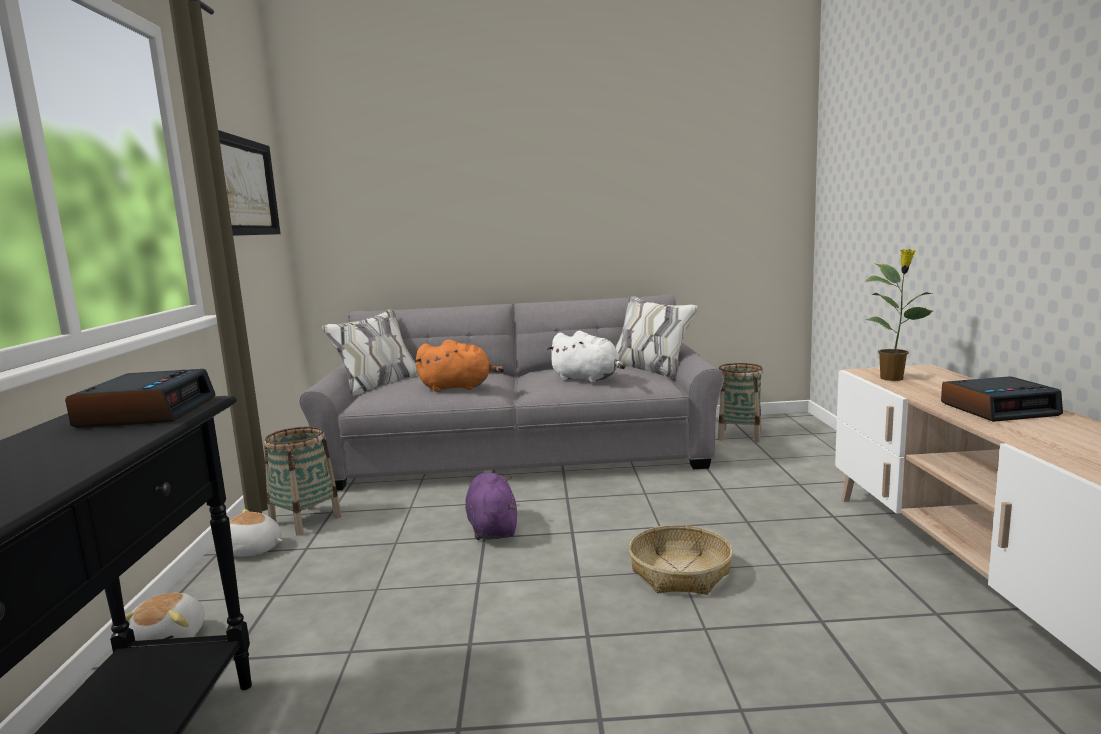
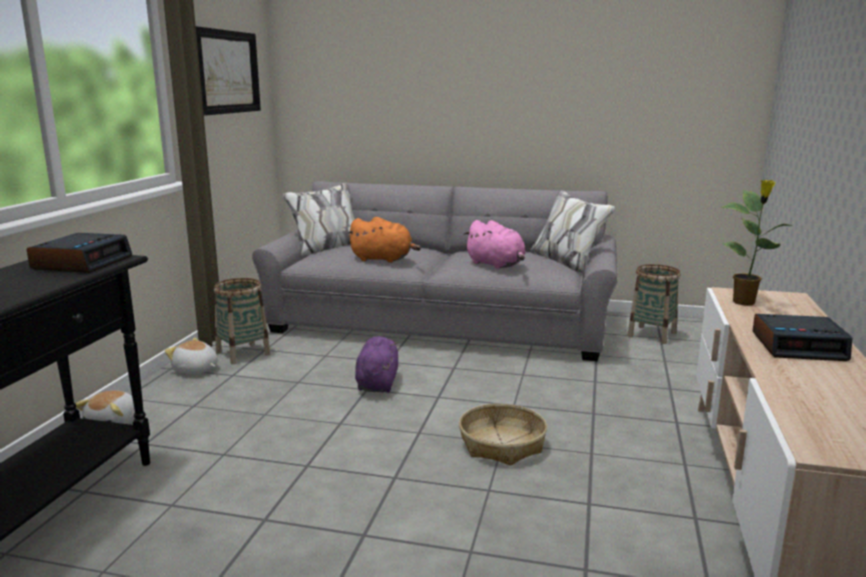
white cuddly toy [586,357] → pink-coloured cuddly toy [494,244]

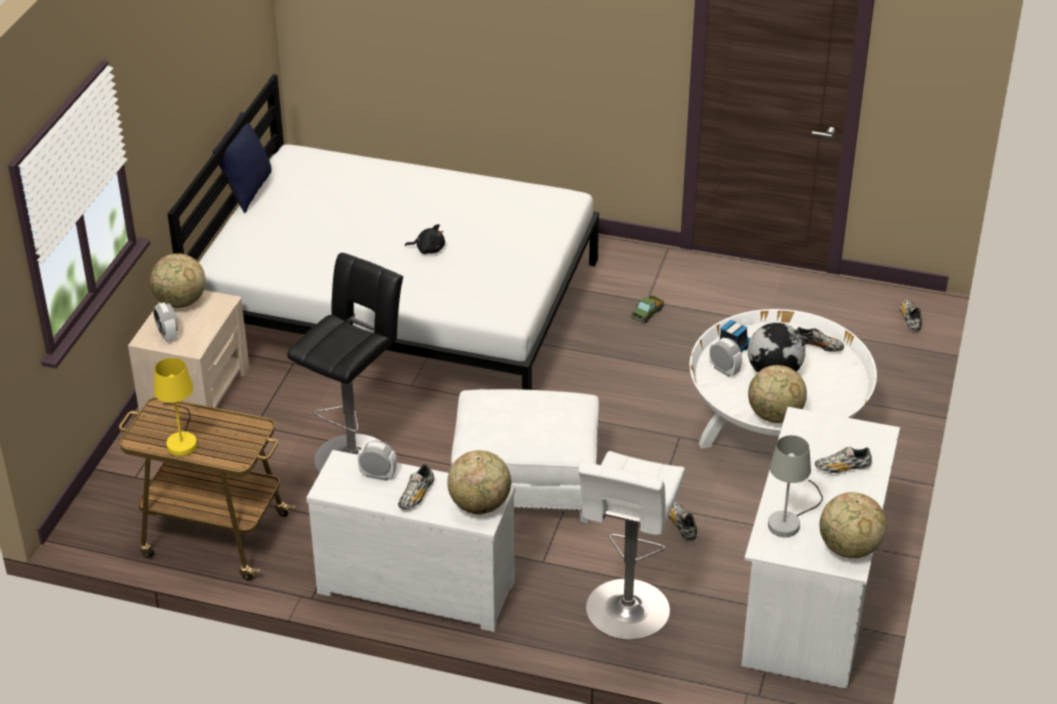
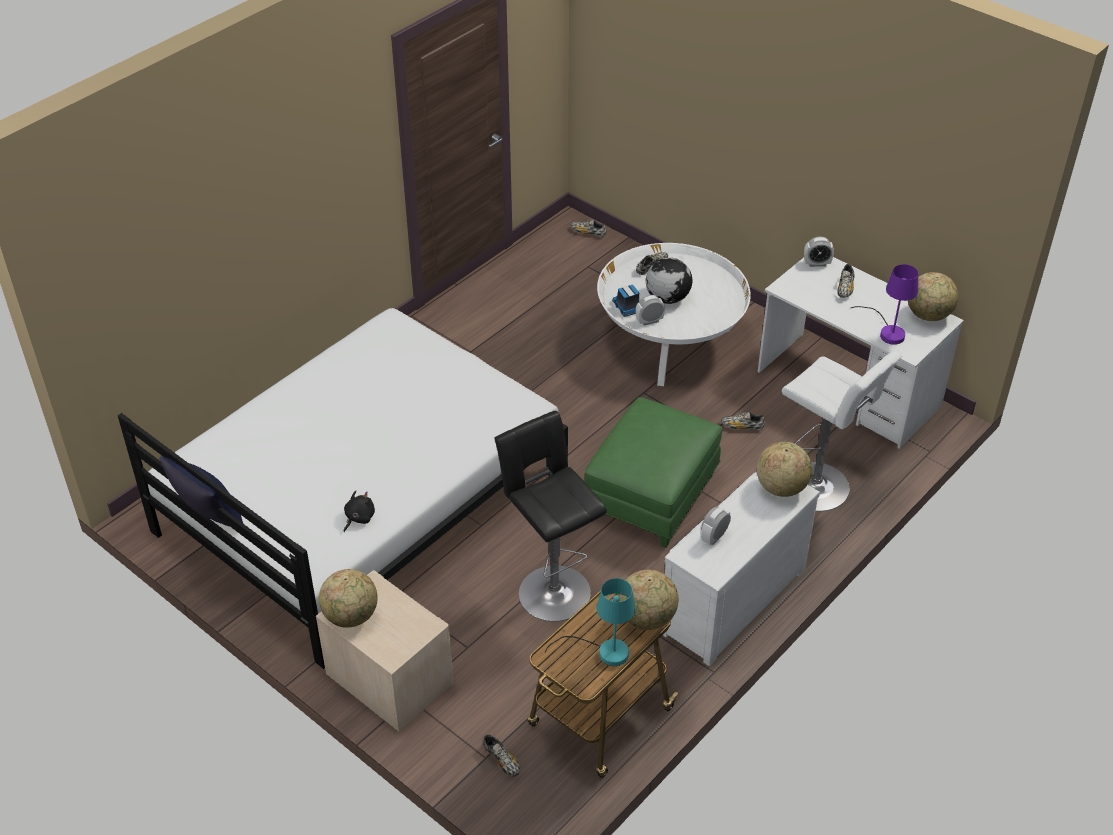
model truck [647,309] → -
alarm clock [165,322] → alarm clock [819,252], moved
item of footwear [416,486] → item of footwear [502,755], moved
black cuddly toy [425,239] → black cuddly toy [359,511], moved
globe [777,394] → globe [648,600], moved
yellow lamp for a table [175,407] → turquoise lamp for a table [590,622]
white footrest [525,456] → green-coloured footrest [653,472]
greyish lamp for a table [795,486] → purple lamp for a table [884,304]

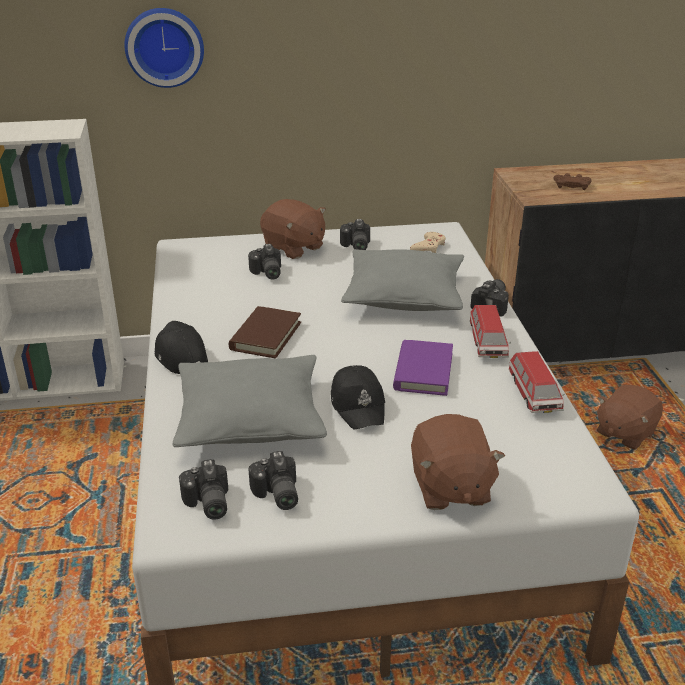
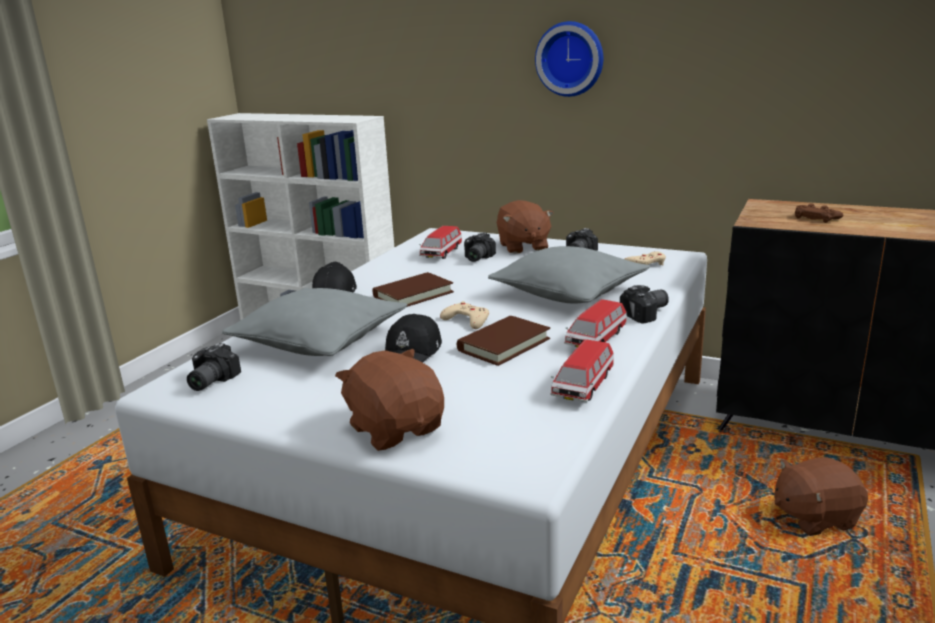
photo camera [273,480] → -
- → model car [440,242]
- → beige-coloured joypad [464,315]
wall clock [164,48] → wall clock [569,59], moved
purple bound book [423,368] → brownish bound book [503,341]
brownish cuddly toy [458,462] → brownish cuddly toy [389,400], 120 degrees clockwise

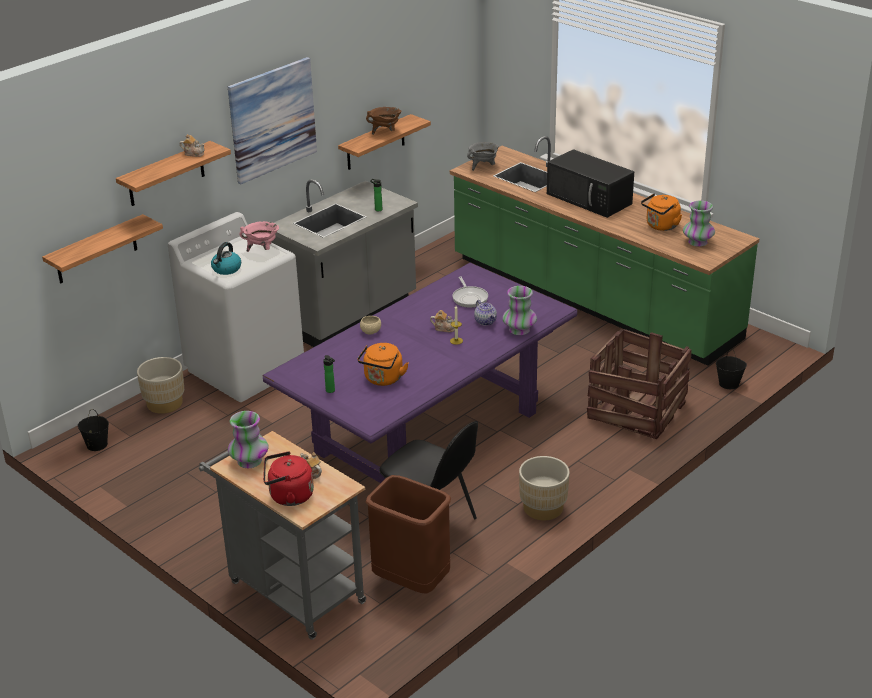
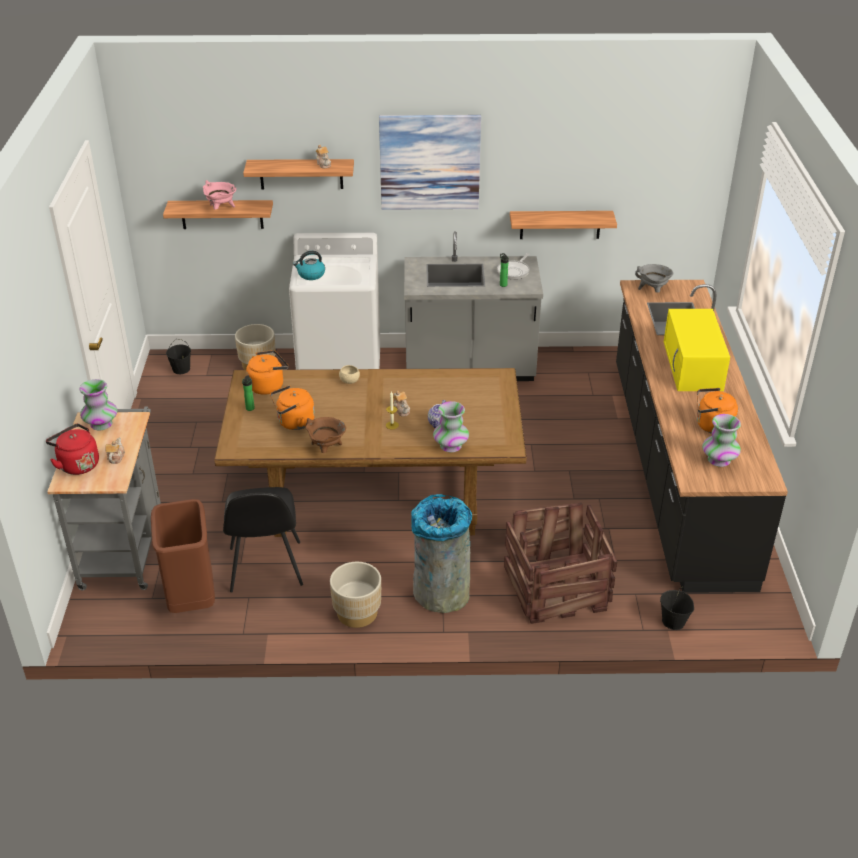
- → orange-coloured tea kettle [267,372]
- → greyish waste bin [441,553]
pink-coloured stockpot [259,236] → pink-coloured stockpot [219,194], moved
brownish stockpot [383,121] → brownish stockpot [326,435], moved
skillet [470,292] → skillet [513,266], moved
purple dining table [420,373] → brownish dining table [370,452]
green-coloured kitchen counter [605,251] → black kitchen counter [702,436]
black kitchen microwave [590,183] → yellow kitchen microwave [697,350]

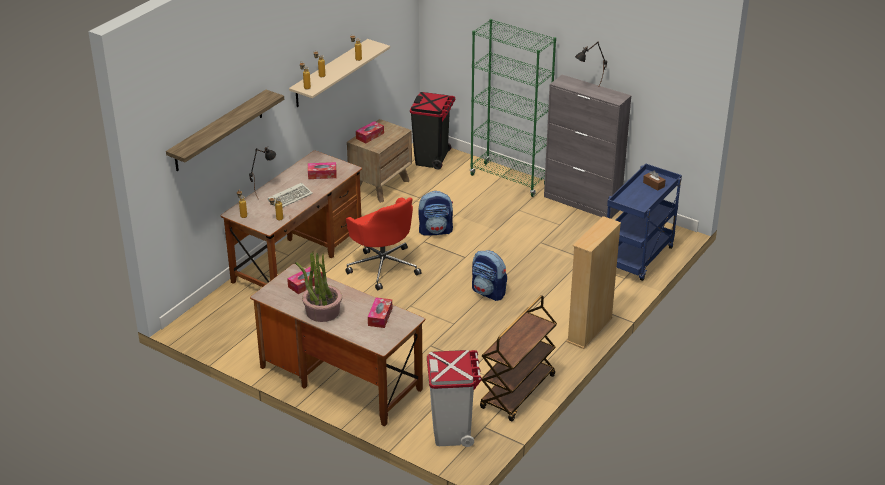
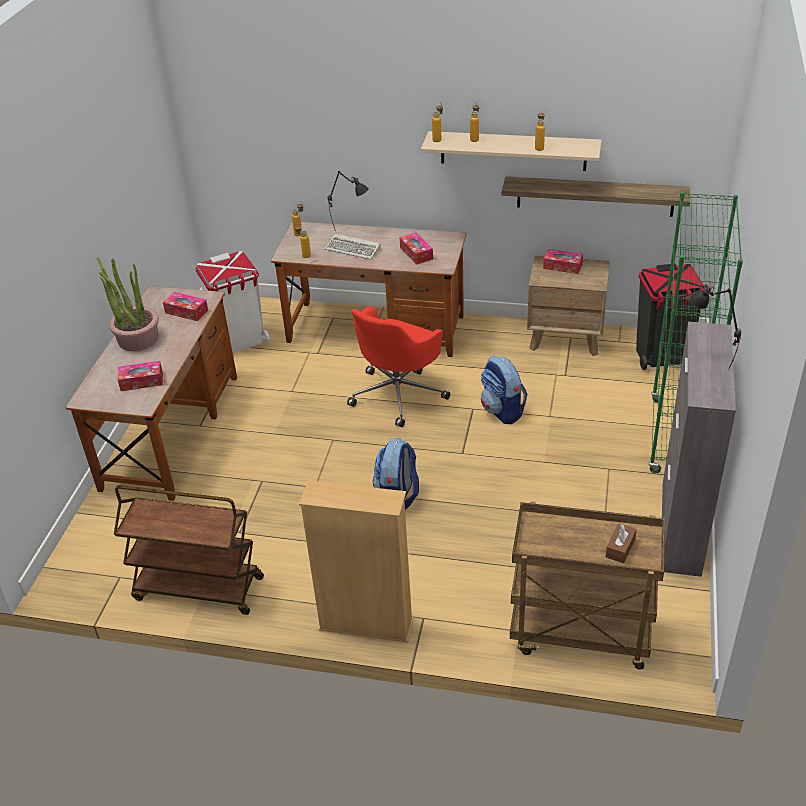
bracket shelf [225,130] → bracket shelf [596,196], moved
white waste bin [454,398] → white waste bin [233,302], moved
blue wheeled cart [644,222] → brownish wheeled cart [587,585]

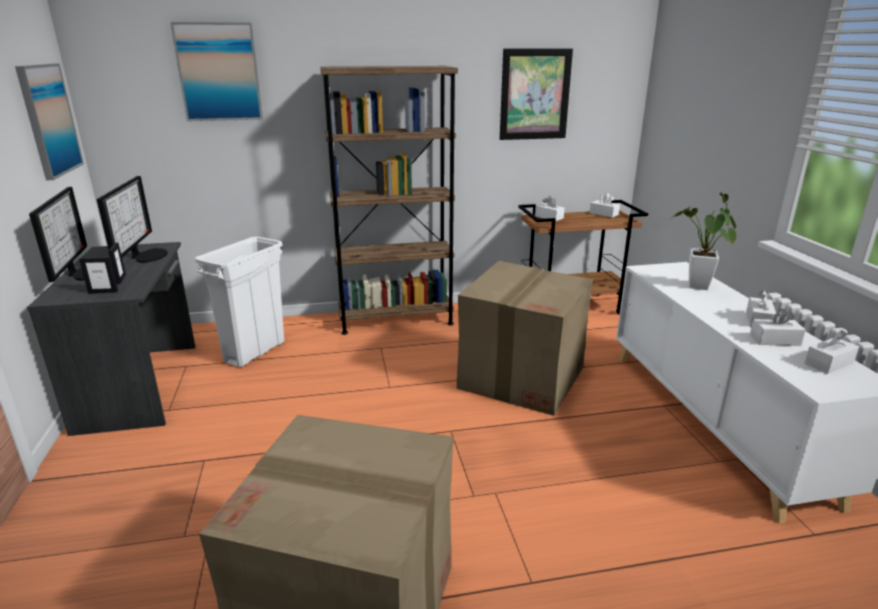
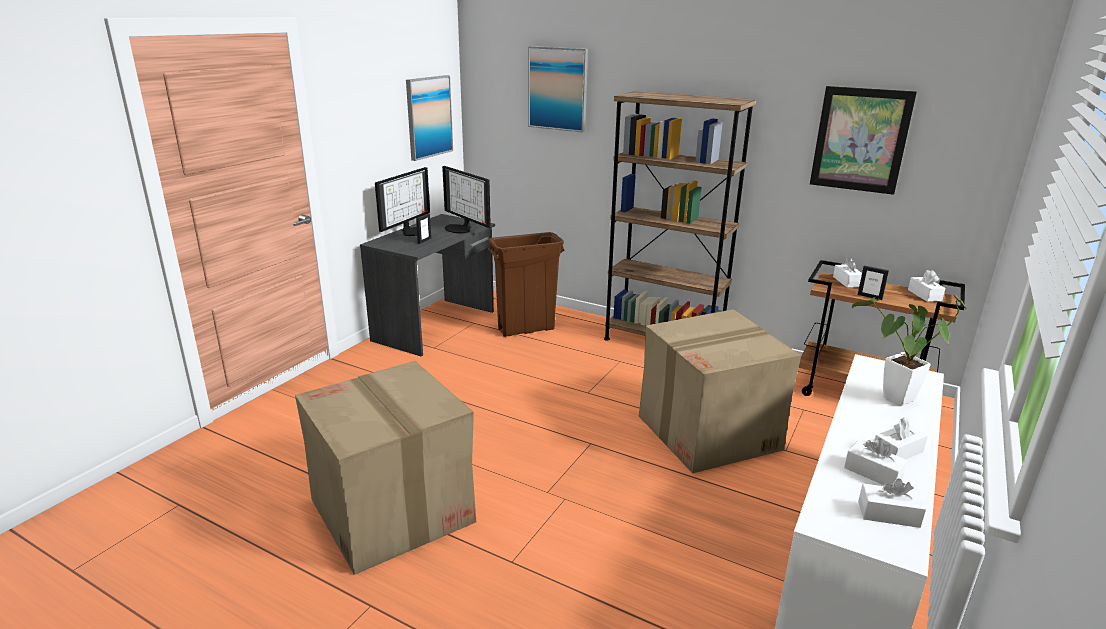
picture frame [98,275] → picture frame [873,282], moved
white waste bin [239,302] → brownish waste bin [526,284]
computer screen [132,219] → computer screen [466,199], 105 degrees clockwise

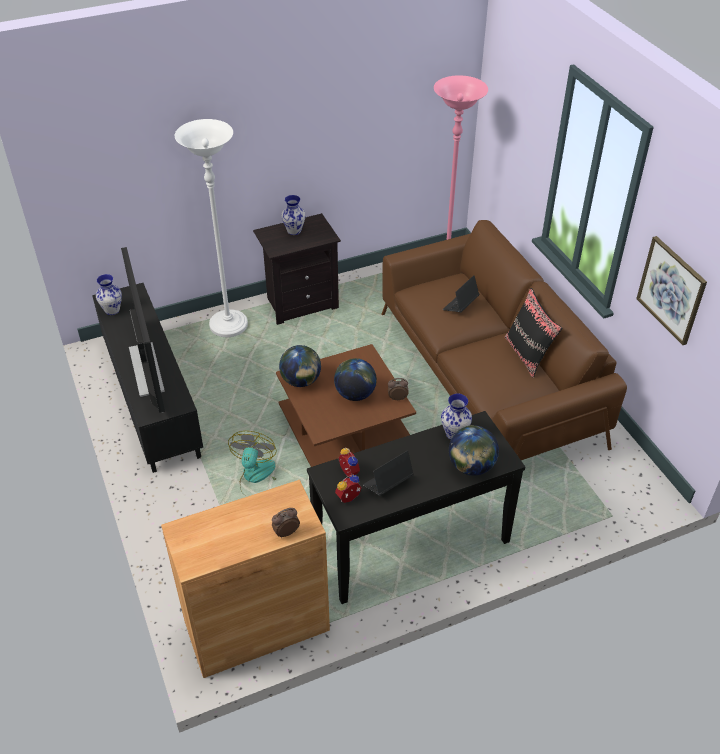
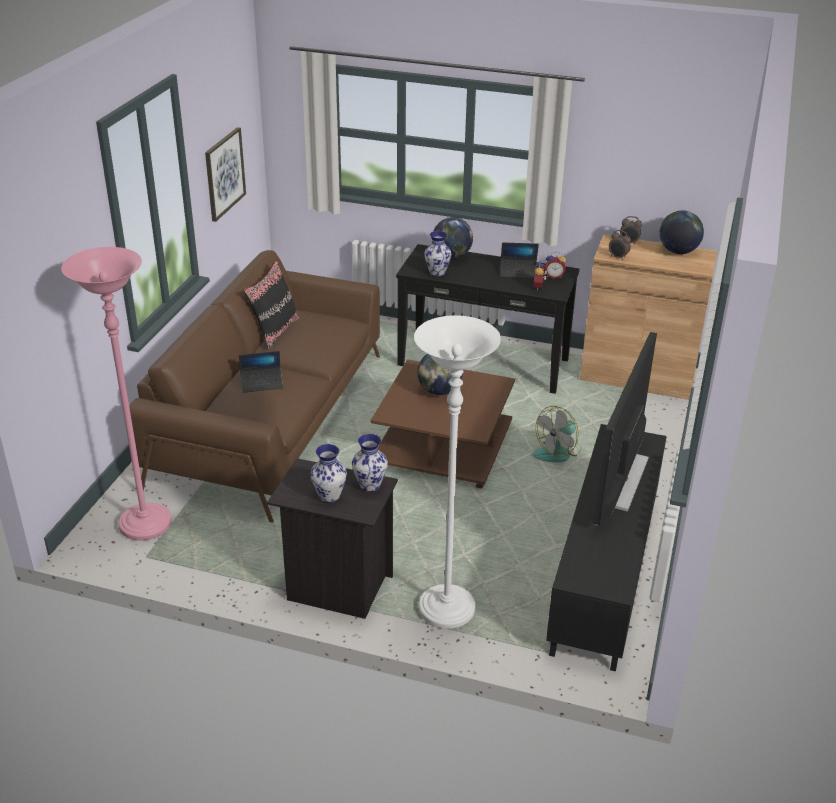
flower vase [109,294] → flower vase [370,463], moved
globe [300,366] → globe [681,232], moved
alarm clock [398,389] → alarm clock [620,245], moved

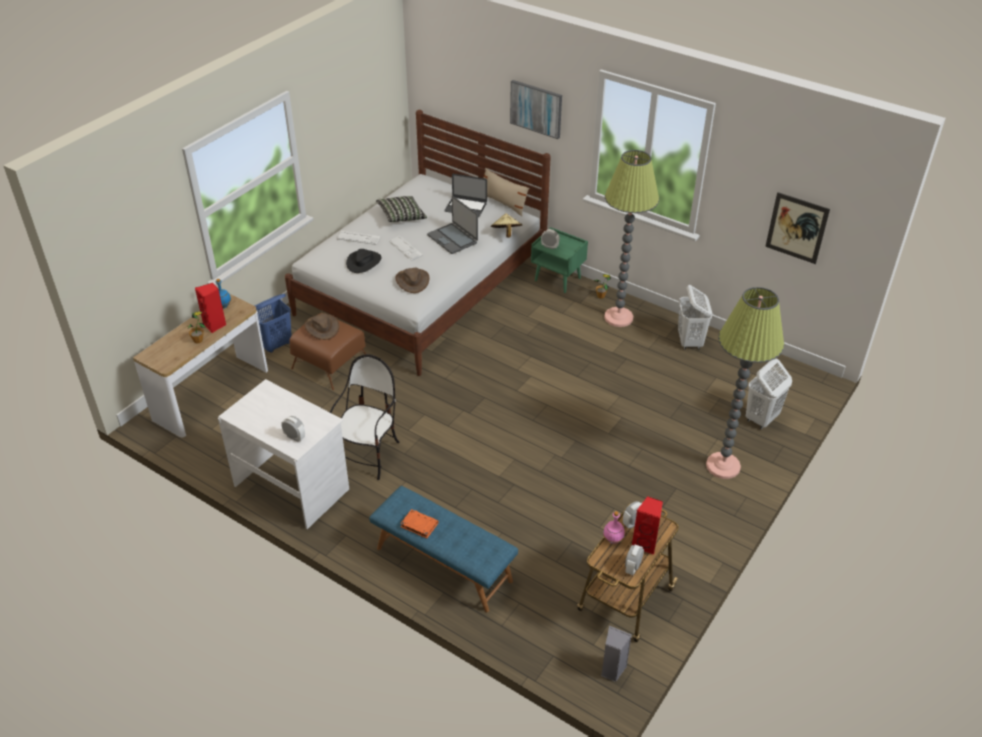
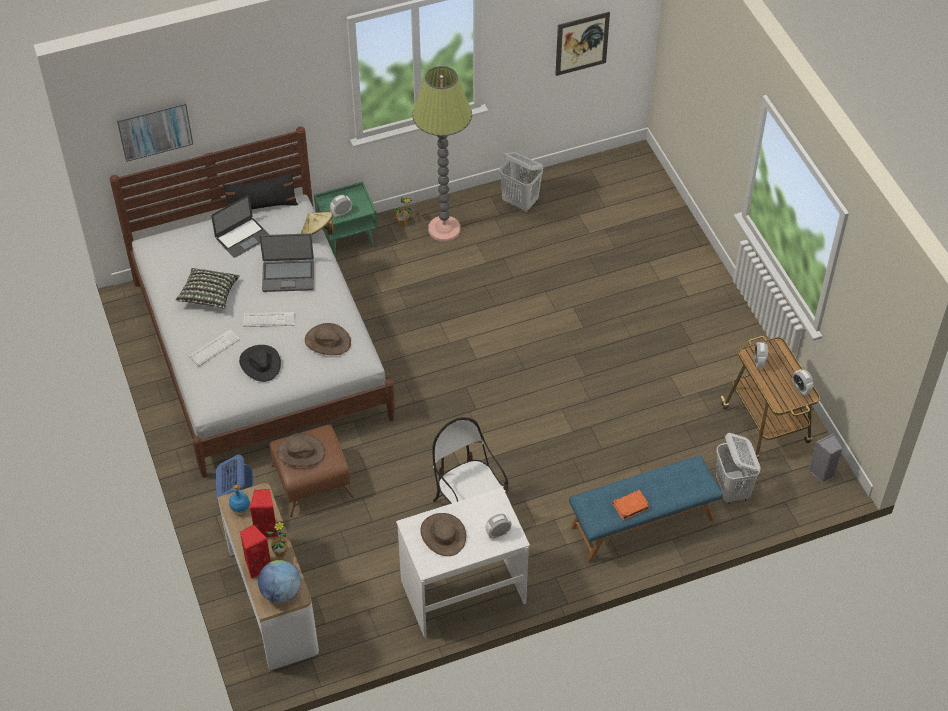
pink-coloured bottle [614,527] → -
standard lamp [745,383] → -
- → globe [279,581]
- → brownish clothing hat [443,534]
picture [536,109] → picture [154,131], moved
red-coloured loudspeaker [647,525] → red-coloured loudspeaker [255,552], moved
white laundry basket [769,393] → white laundry basket [738,468], moved
beige-coloured pillow [506,192] → black pillow [260,191]

